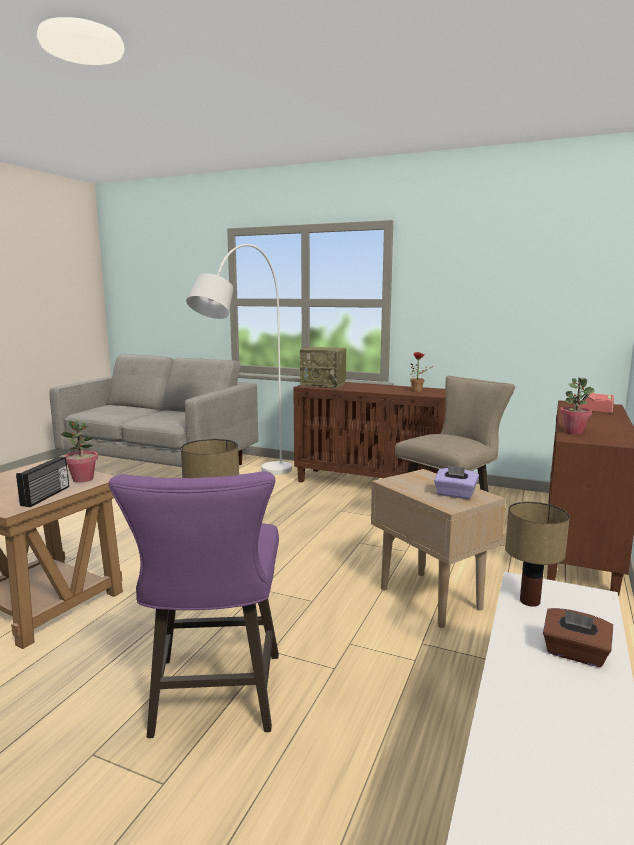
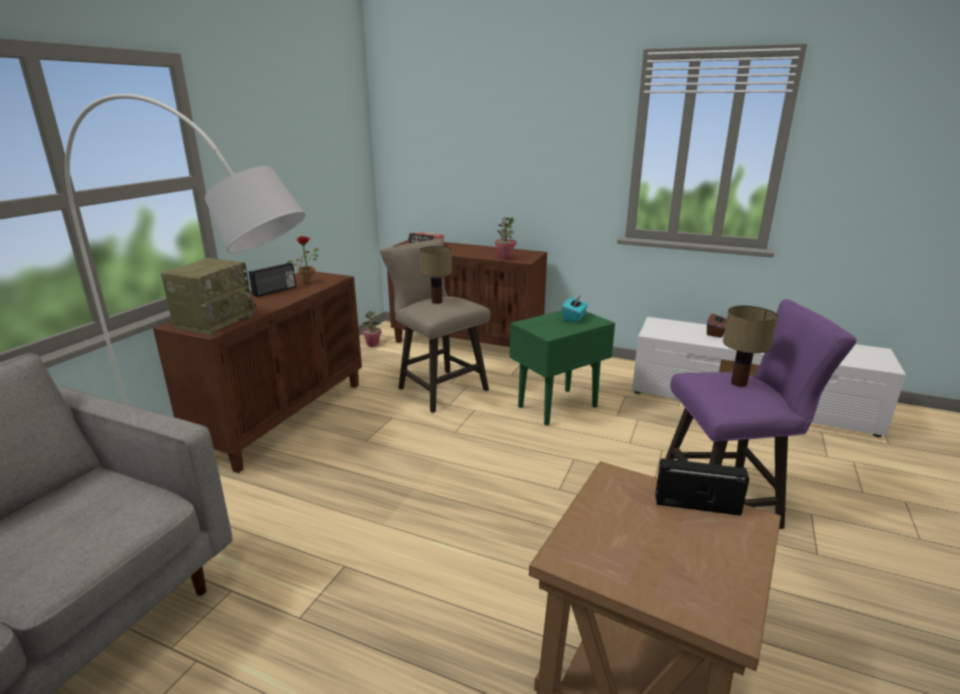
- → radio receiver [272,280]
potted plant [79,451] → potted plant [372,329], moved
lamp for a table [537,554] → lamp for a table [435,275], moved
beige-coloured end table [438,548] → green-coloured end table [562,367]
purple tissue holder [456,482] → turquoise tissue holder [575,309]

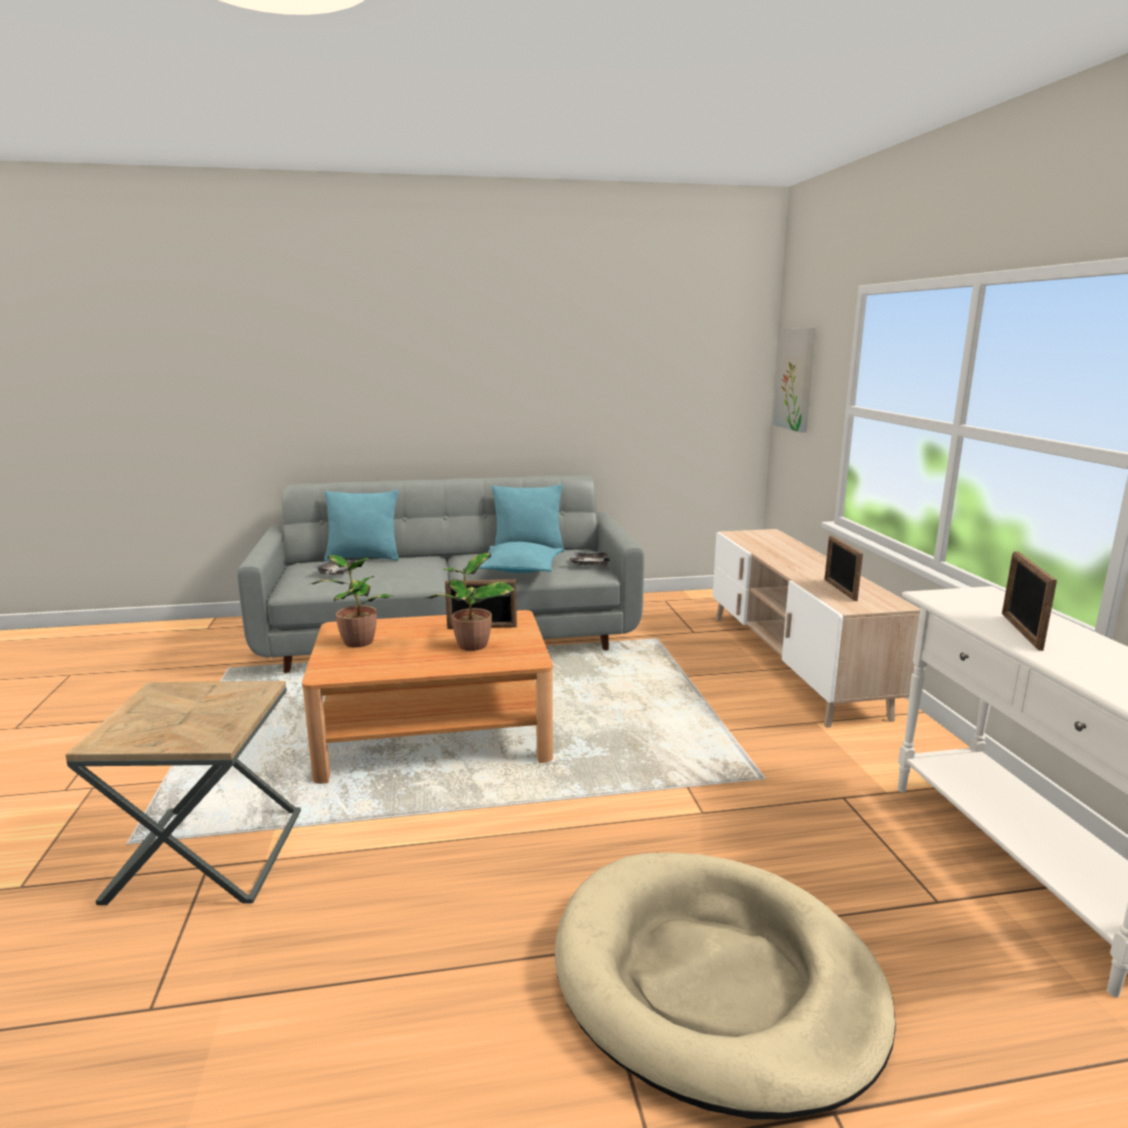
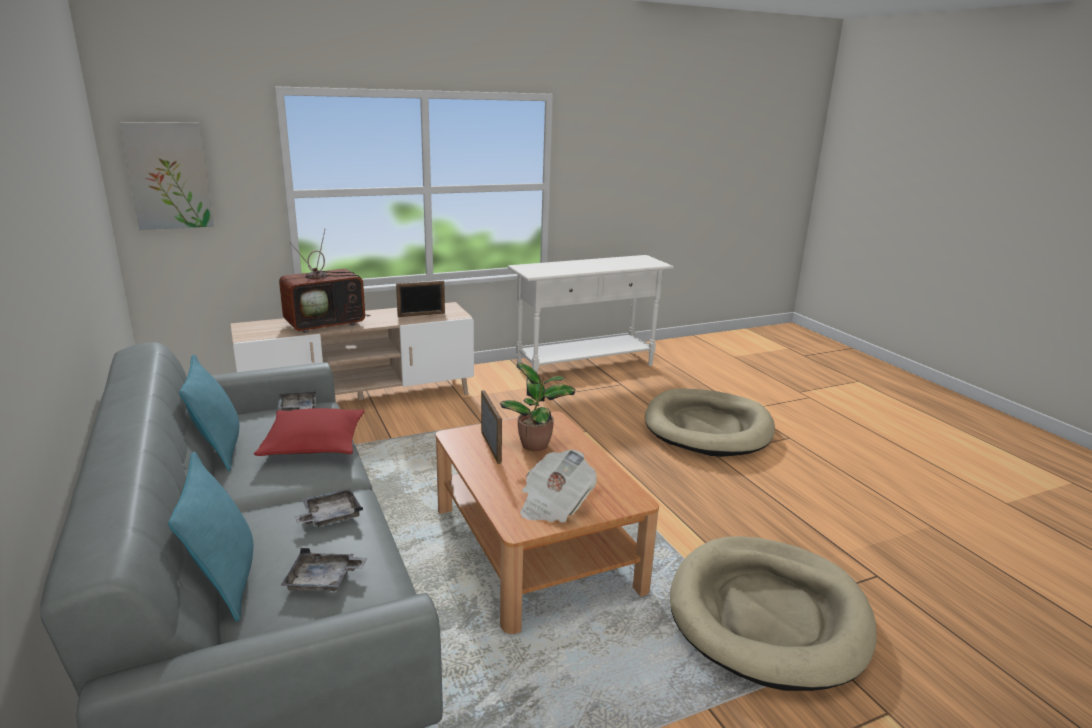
picture frame [1029,601] → -
- → TV set [324,281]
- → greyish tray [328,507]
brownish end table [183,793] → beige-coloured dog cushion [773,613]
potted plant [352,601] → daily paper [558,486]
turquoise pillow [520,557] → red-coloured pillow [309,432]

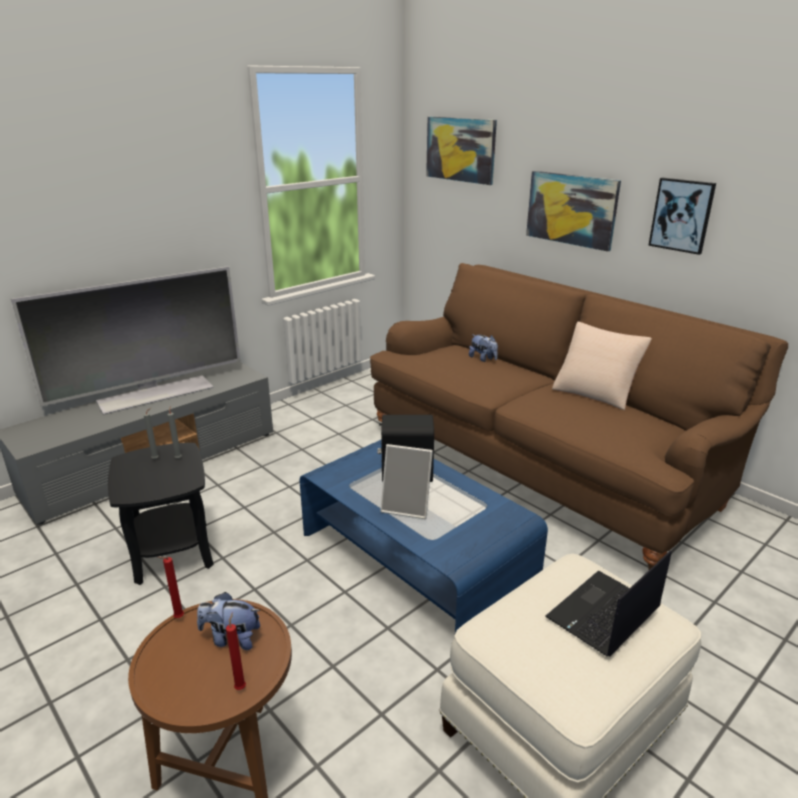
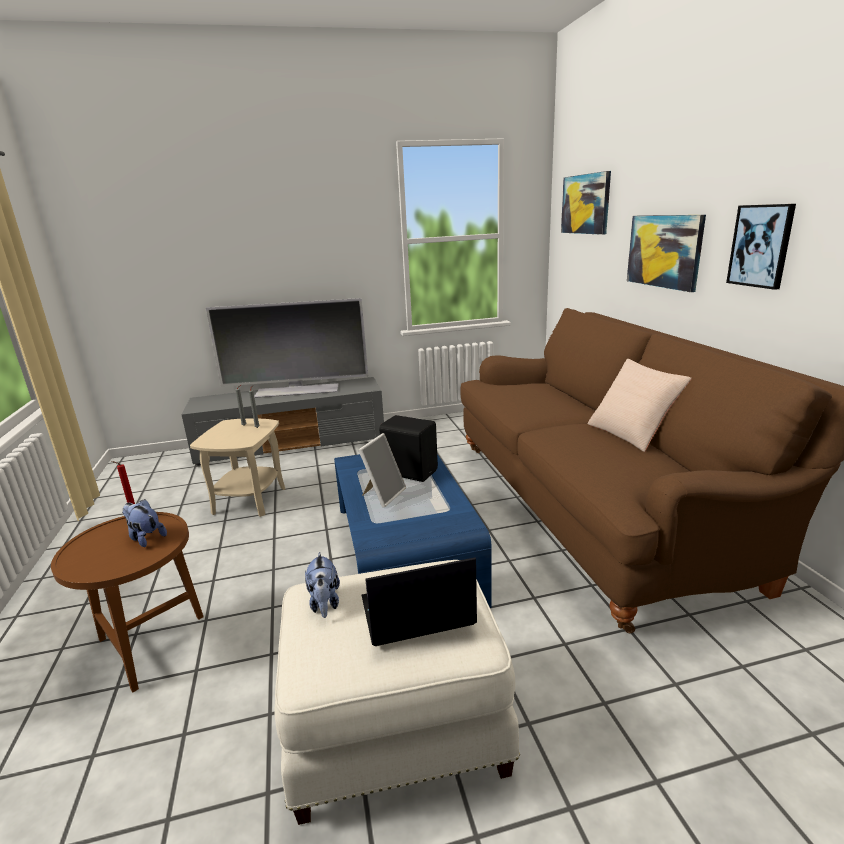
red-coloured wax candle [236,651] → -
cuddly toy [483,348] → cuddly toy [322,585], moved
black end table [161,514] → beige-coloured end table [237,467]
picture frame [406,481] → picture frame [382,470], 105 degrees counterclockwise

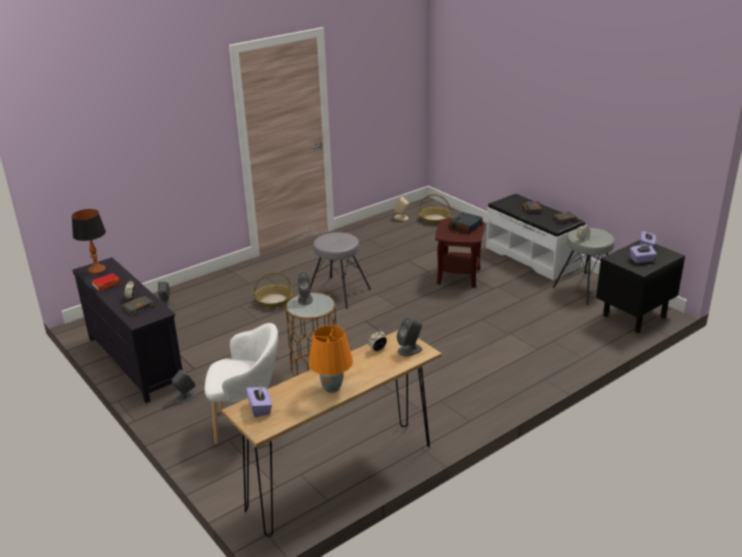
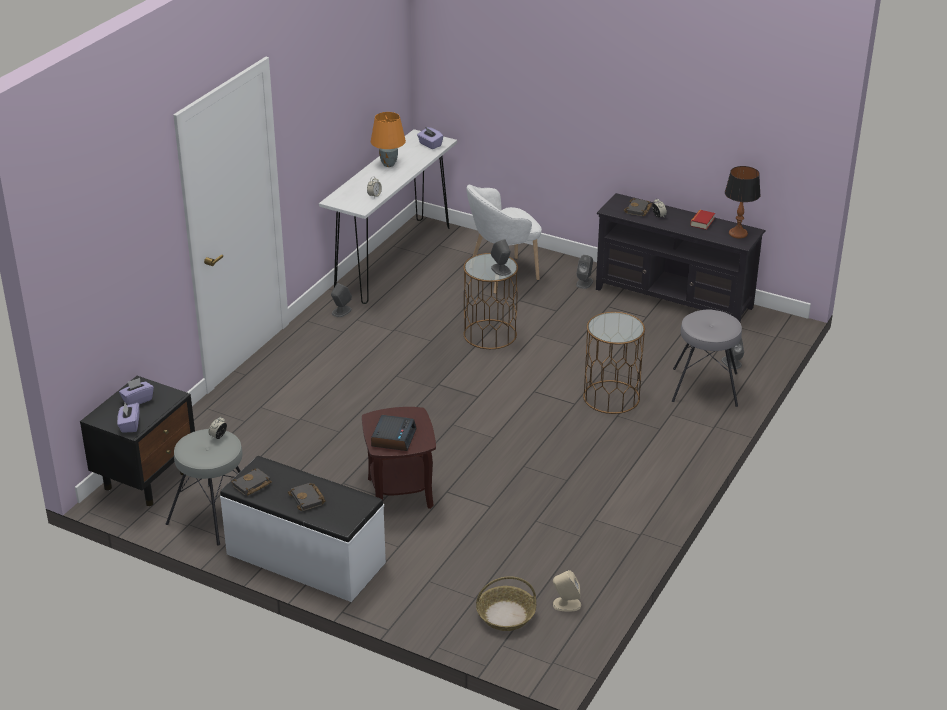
greyish stool [340,270] → greyish stool [707,358], moved
greyish loudspeaker [409,336] → greyish loudspeaker [341,300], moved
basket [273,290] → brownish end table [614,363]
brownish hall table [332,433] → white hall table [388,216]

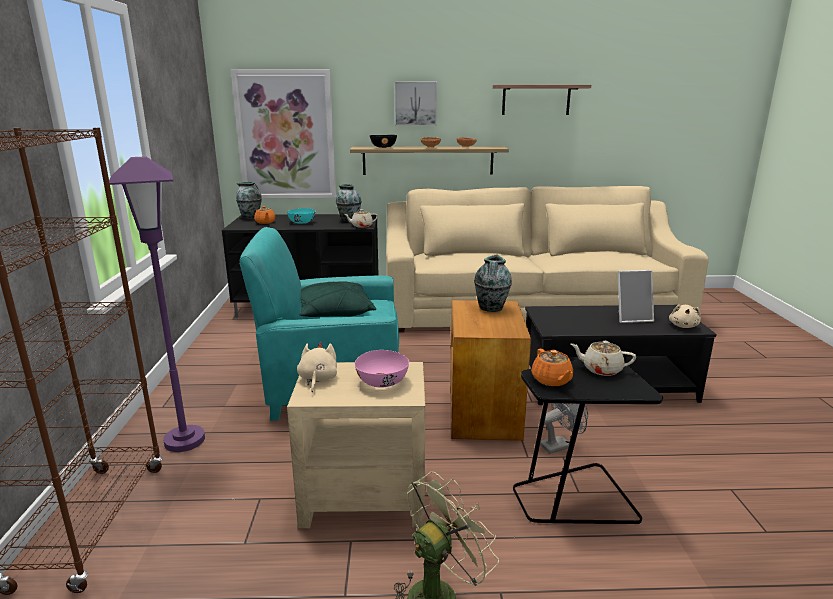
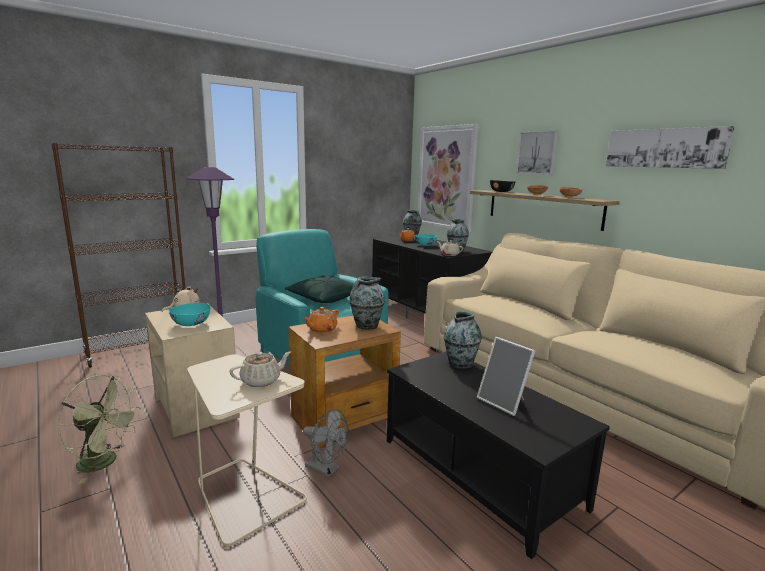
beige-coloured cuddly toy [685,316] → -
- → flower vase [463,340]
orange-coloured pot for tea [552,367] → orange-coloured pot for tea [321,320], moved
bracket shelf [542,100] → picture [670,147]
pink-coloured serving bowl [382,369] → turquoise serving bowl [189,314]
black end table [588,442] → beige-coloured end table [247,450]
beige-coloured pot for tea [603,358] → beige-coloured pot for tea [260,369], 75 degrees clockwise

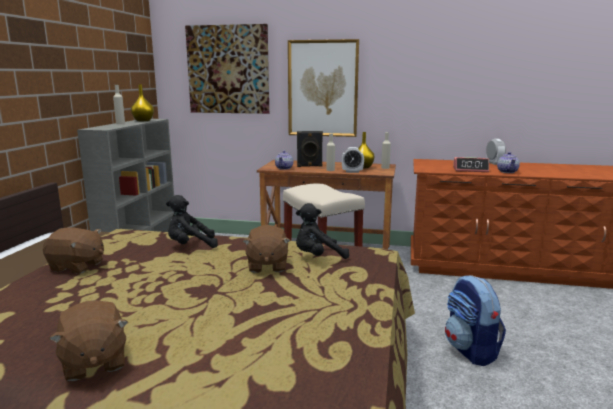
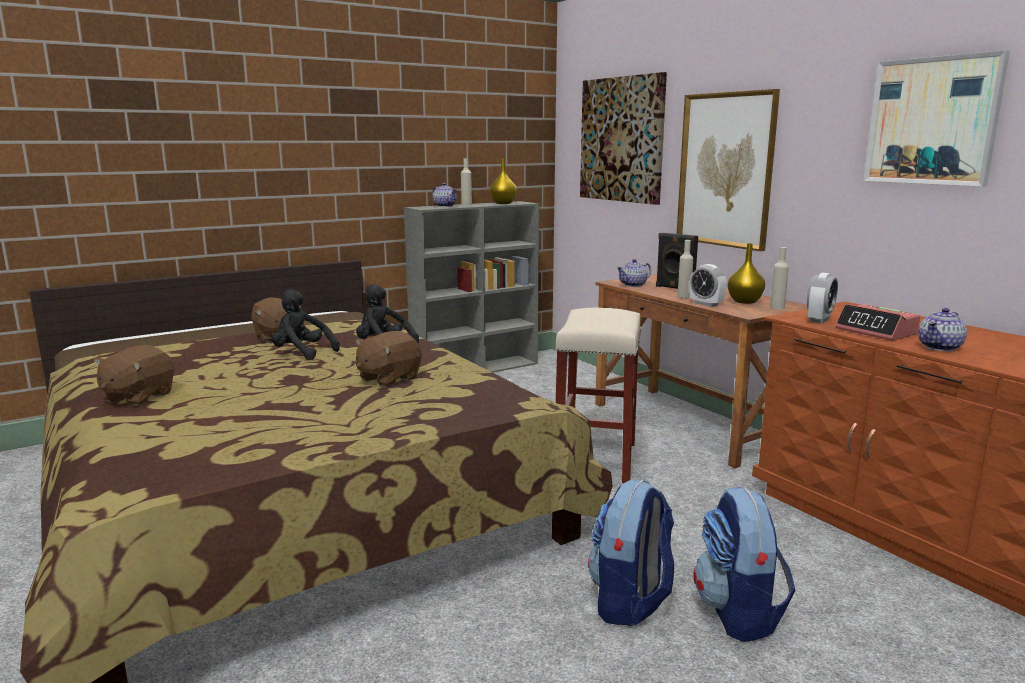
- → pot for tea [444,195]
- → rucksack [744,564]
- → picture [936,118]
black cuddly toy [322,231] → black cuddly toy [306,324], moved
alarm clock [496,152] → alarm clock [822,298], moved

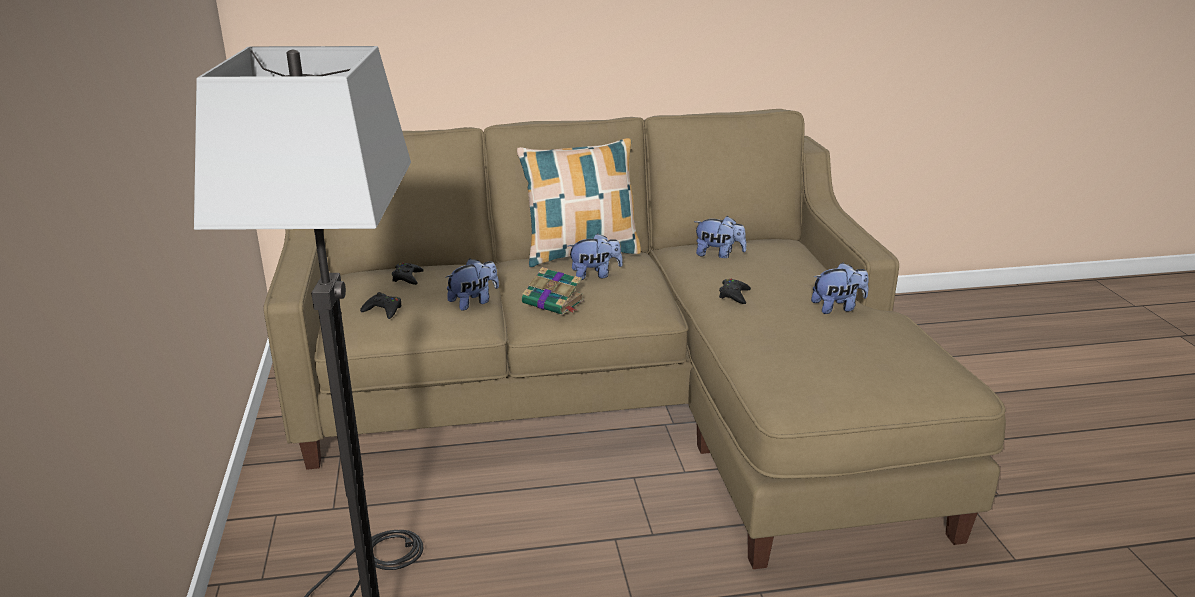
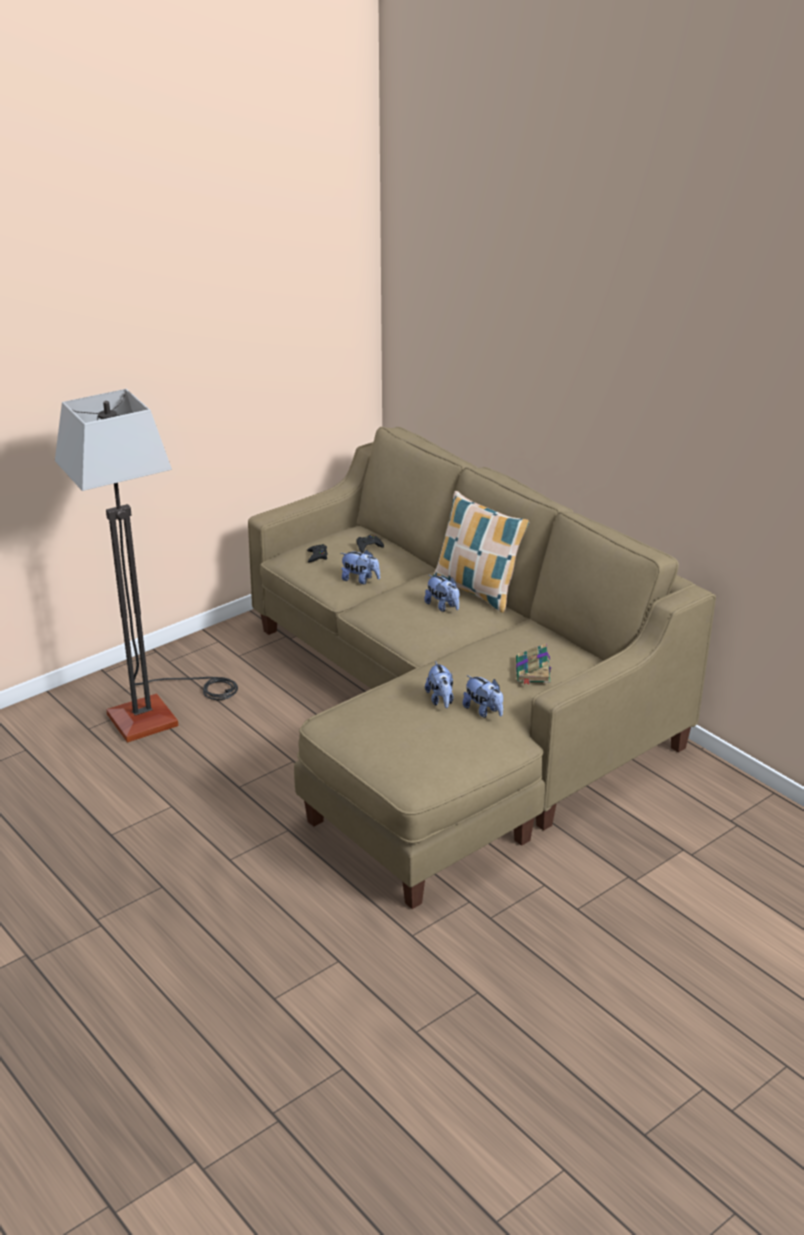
black joypad [735,291] → -
bound book [553,291] → bound book [533,664], moved
cuddly toy [720,237] → cuddly toy [439,684], moved

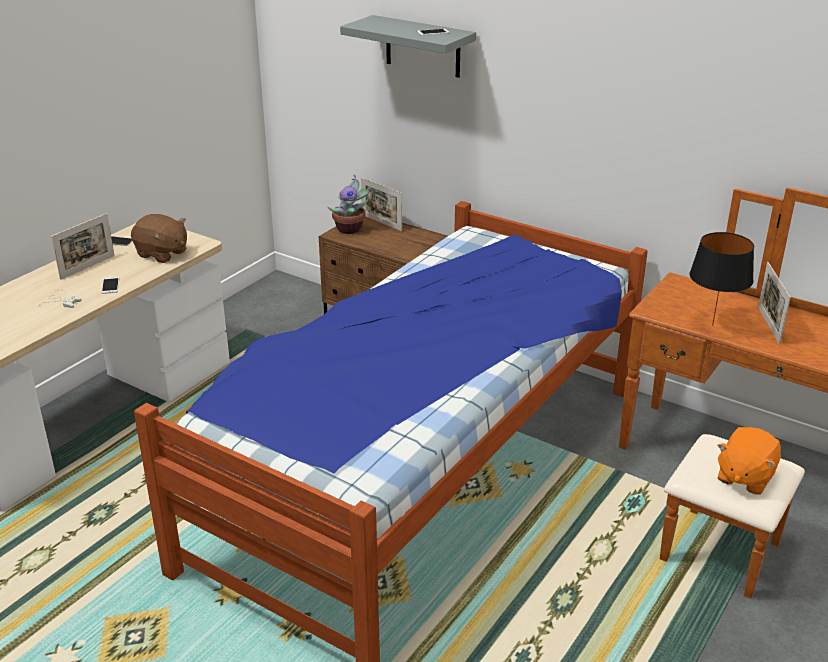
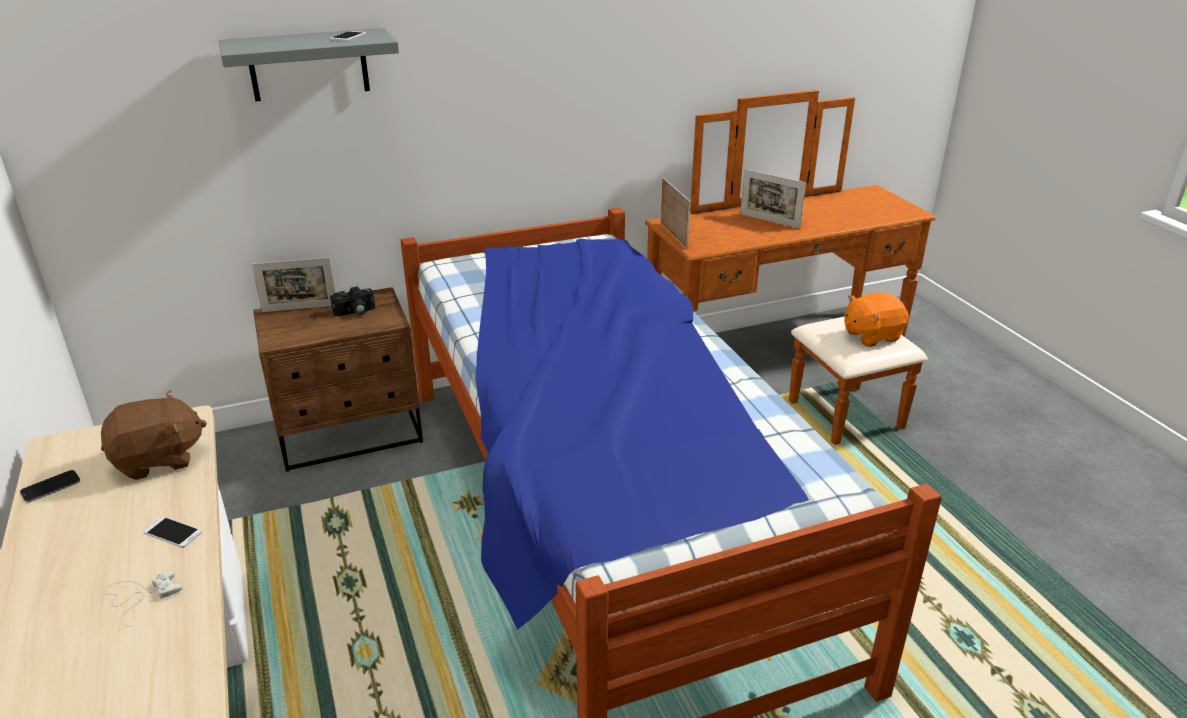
potted plant [349,204] → -
black lamp for a table [721,279] → -
- → photo camera [352,301]
picture frame [83,246] → picture frame [675,213], moved
orange-coloured cuddly toy [749,461] → orange-coloured cuddly toy [876,319], 90 degrees clockwise

